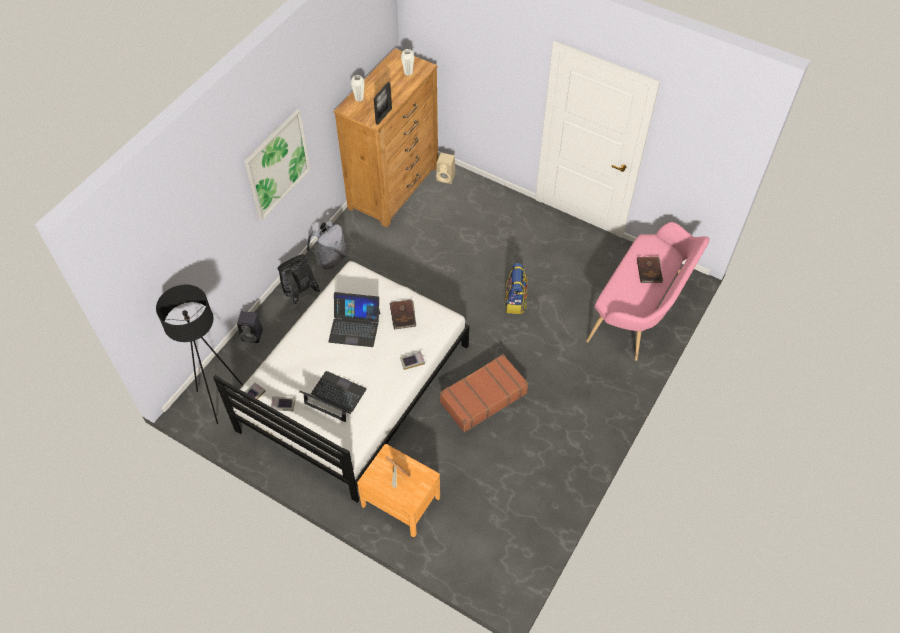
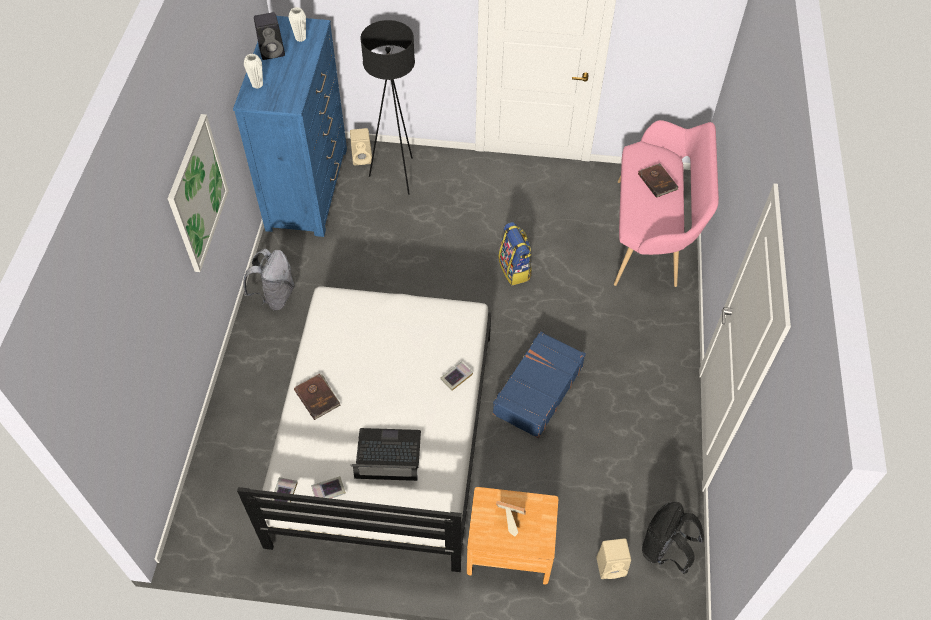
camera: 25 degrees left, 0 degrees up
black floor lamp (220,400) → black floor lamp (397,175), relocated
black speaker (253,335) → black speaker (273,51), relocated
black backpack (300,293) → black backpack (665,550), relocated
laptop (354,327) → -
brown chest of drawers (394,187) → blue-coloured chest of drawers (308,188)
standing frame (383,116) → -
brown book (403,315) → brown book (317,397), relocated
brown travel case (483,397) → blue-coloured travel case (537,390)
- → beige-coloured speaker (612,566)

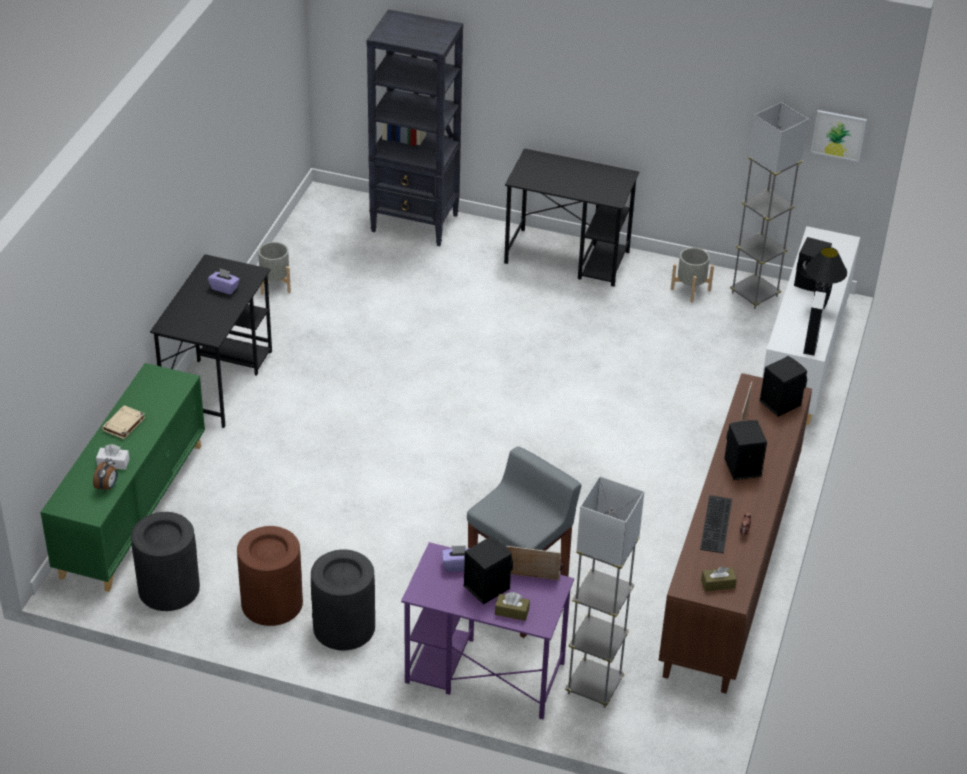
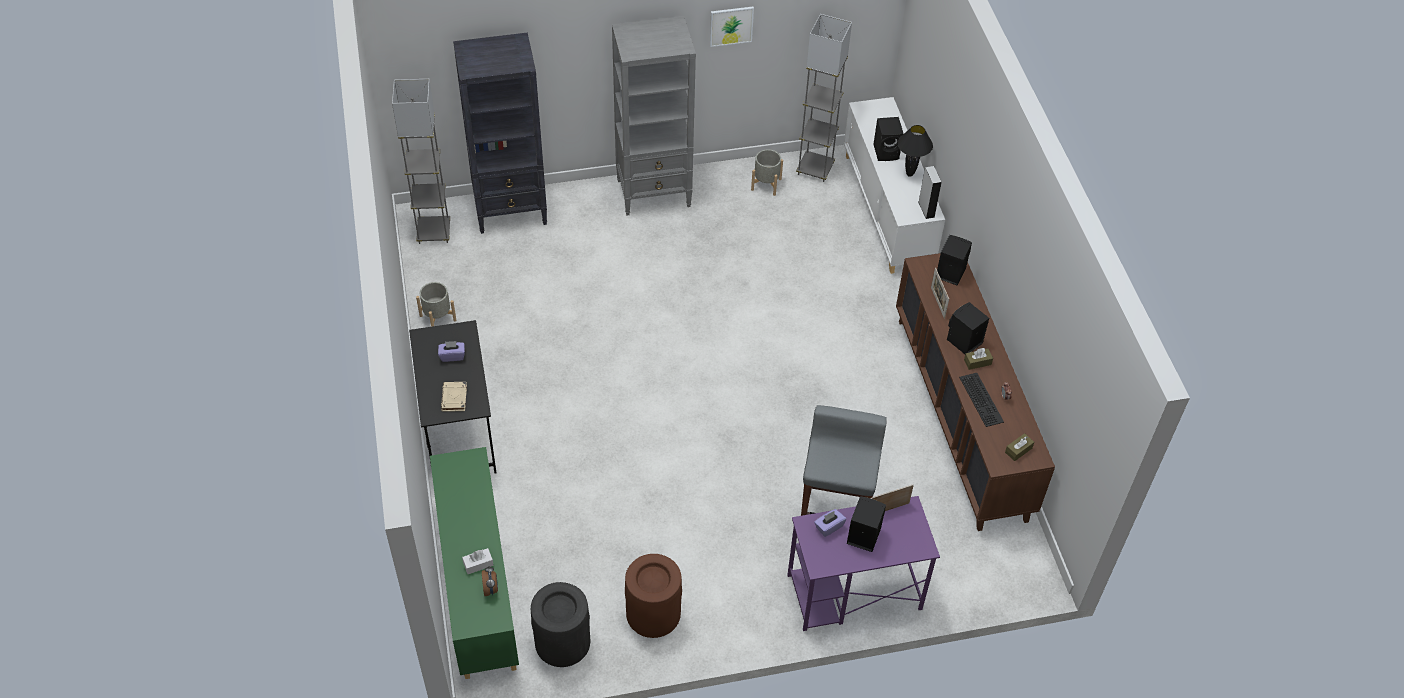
camera: 30 degrees left, 10 degrees up
beige-coloured book (123,425) → beige-coloured book (454,398), relocated
black waste bin (344,627) → -
brown box of tissues (512,611) → brown box of tissues (977,362), relocated
black desk (568,257) → gray shelving unit (654,193)
gray floor lamp (594,686) → gray floor lamp (434,232), relocated
wall picture (838,135) → wall picture (731,26), relocated

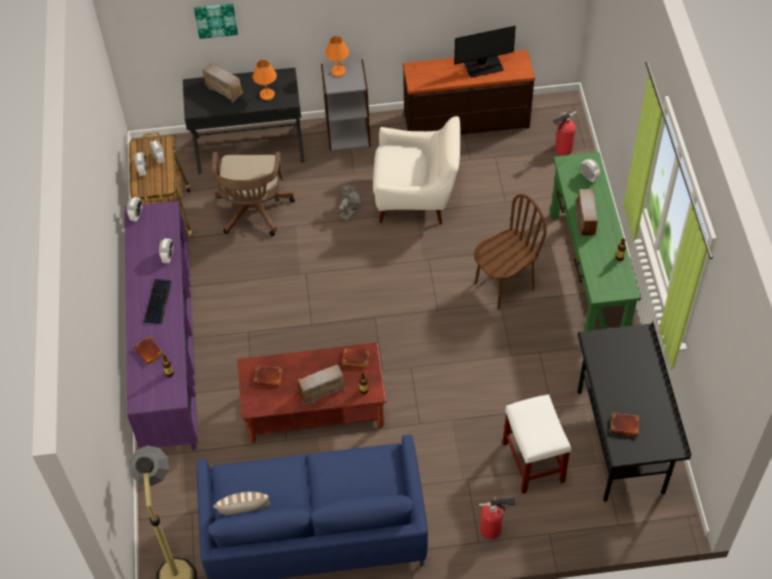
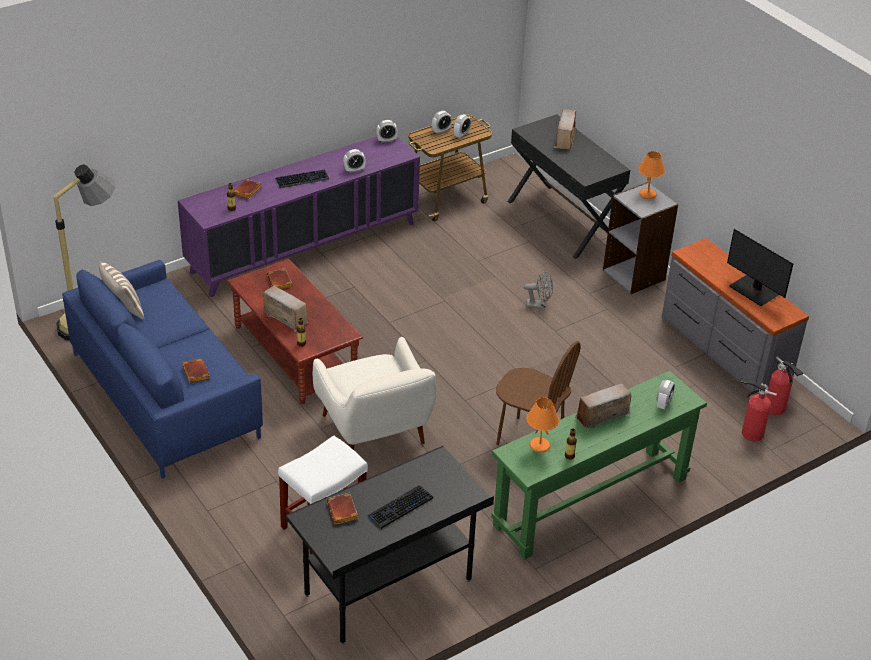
camera: 60 degrees right, 15 degrees down
wall picture (216,19) → -
brown desk chair (253,212) → -
orange-coloured lamp for a table (267,95) → orange-coloured lamp for a table (539,446), relocated
brown book (355,359) → brown book (195,373), relocated
whitish lounge chair (416,198) → whitish lounge chair (375,433), relocated
brown chest of drawers (466,121) → gray chest of drawers (723,350)
fire-fighting cylinder (493,529) → fire-fighting cylinder (776,409), relocated
- → PC keyboard (400,507)

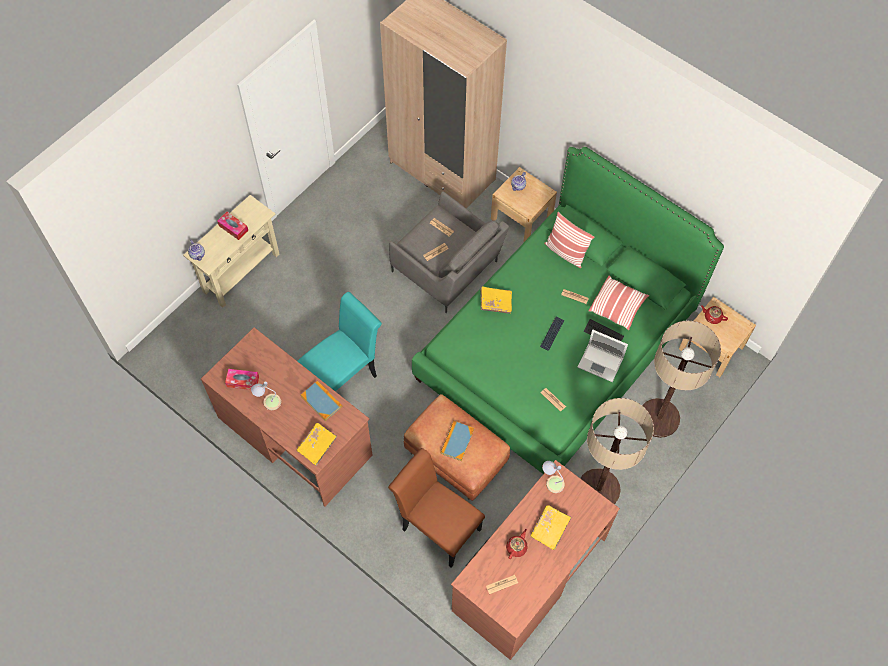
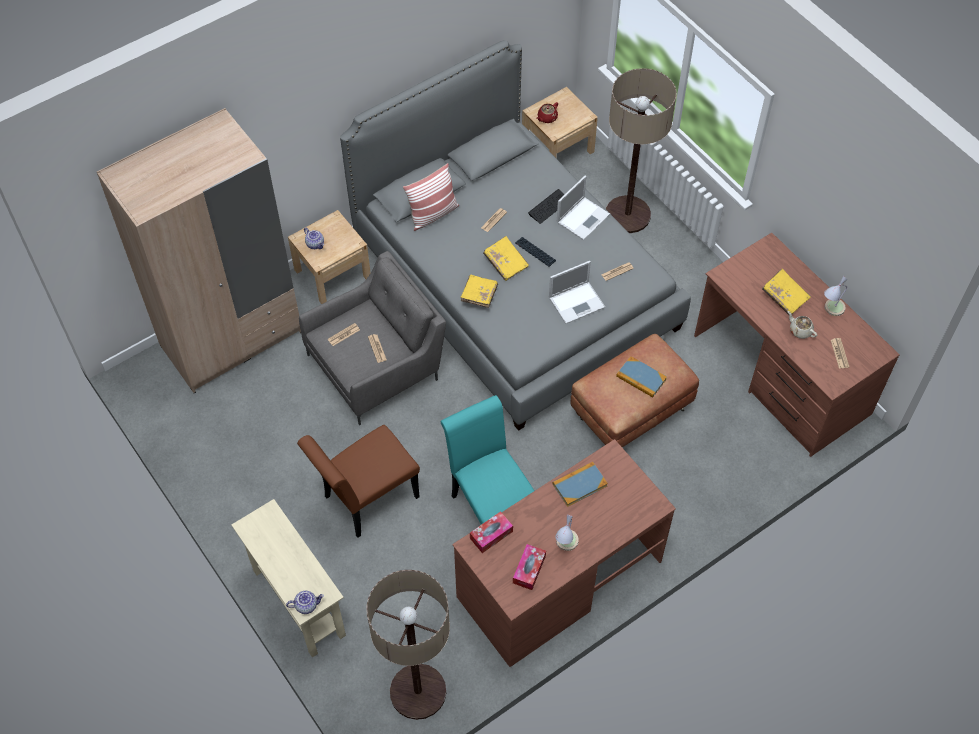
camera: 75 degrees left, 5 degrees down
box of tissues (233,228) → box of tissues (491,535), relocated
yellowish book (317,446) → yellowish book (505,263), relocated
brown plain chair (437,526) → brown plain chair (366,500), relocated
green bed (555,345) → gray bed (514,283)
red-coloured tea pot (516,547) → beige-coloured tea pot (800,330)
lamp for a table (552,481) → lamp for a table (831,309), relocated
floor lamp (598,489) → floor lamp (418,692), relocated
throw pillow (617,307) → -
- → laptop (577,302)

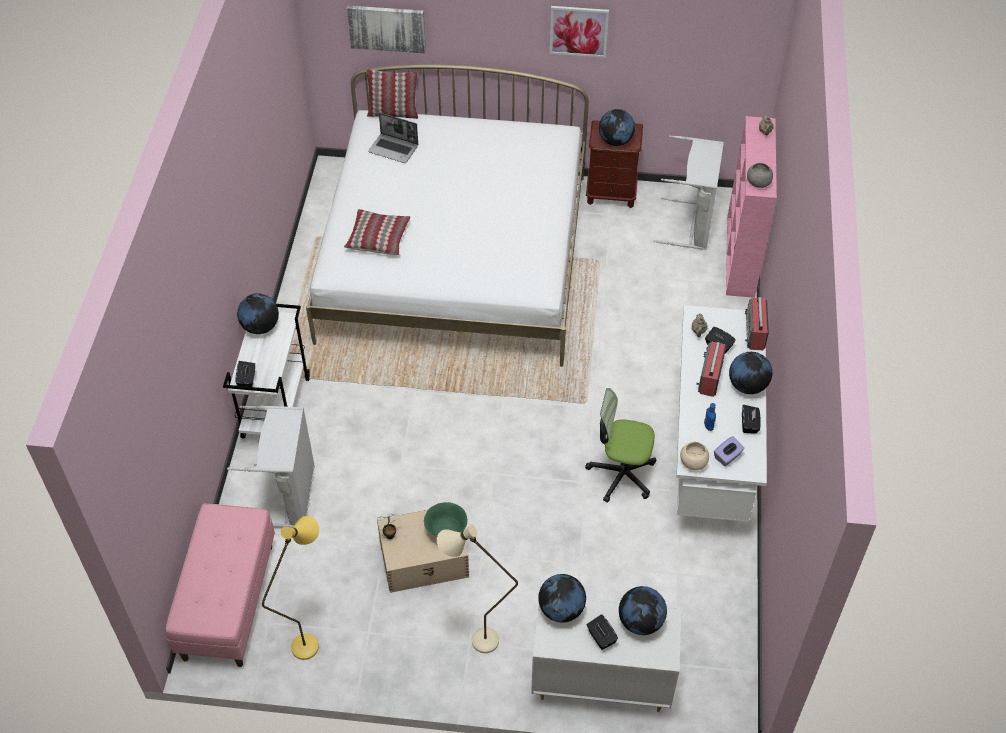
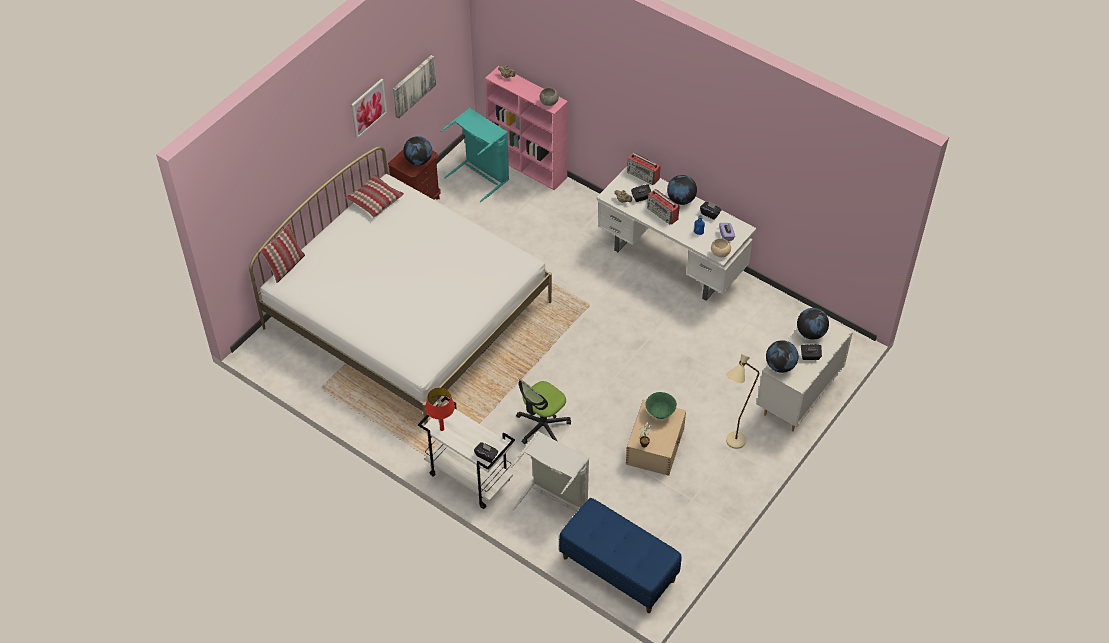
camera: 60 degrees left, 0 degrees up
pink long seat (228,601) → blue-coloured long seat (618,569)
desk globe (260,326) → red-coloured lamp for a table (442,429)
yellowish floor lamp (312,639) → -
throw pillow (378,238) → throw pillow (374,200), relocated
wall picture (387,28) → wall picture (413,85), relocated
laptop (394,149) → -
desk chair (621,474) → desk chair (542,426), relocated
gray laundry basket (692,225) → turquoise laundry basket (481,175)

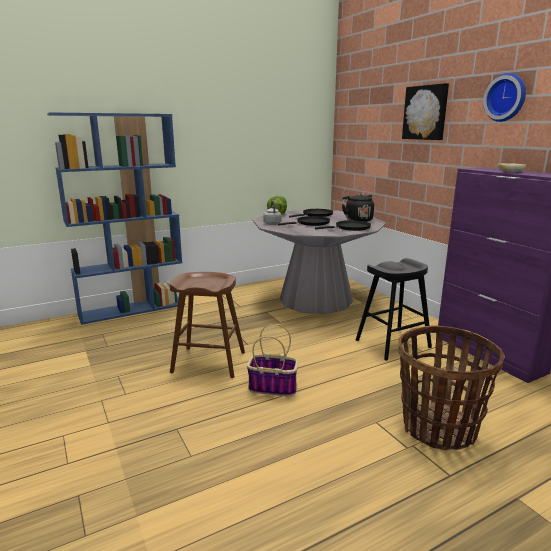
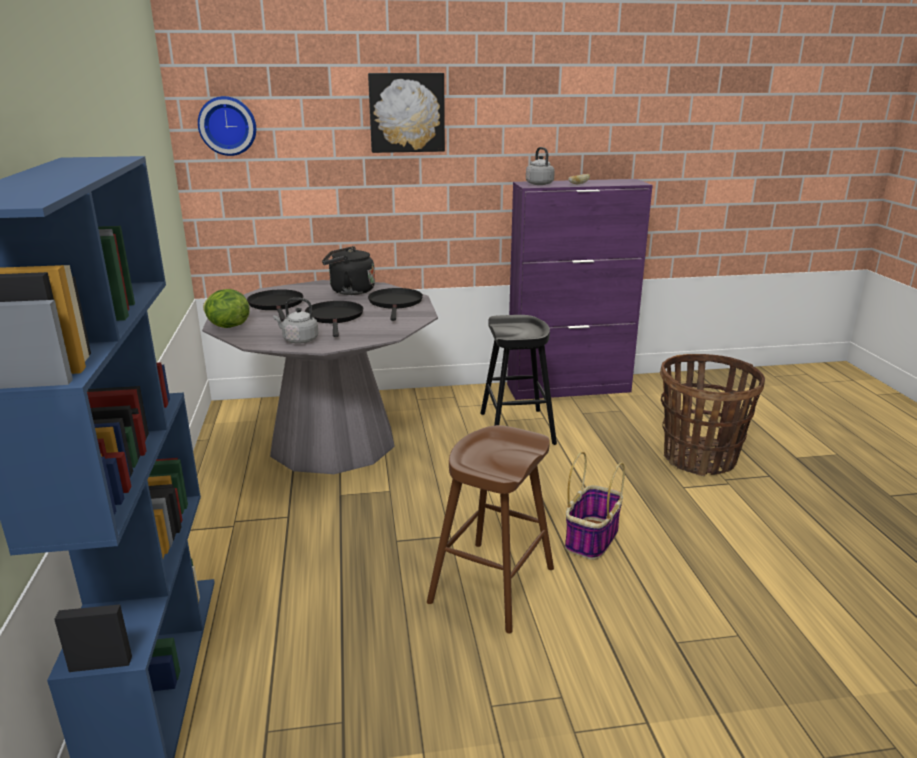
camera: 70 degrees left, 5 degrees up
hanging clock (506,97) → hanging clock (227,126), relocated
- → gray tea kettle (538,183)

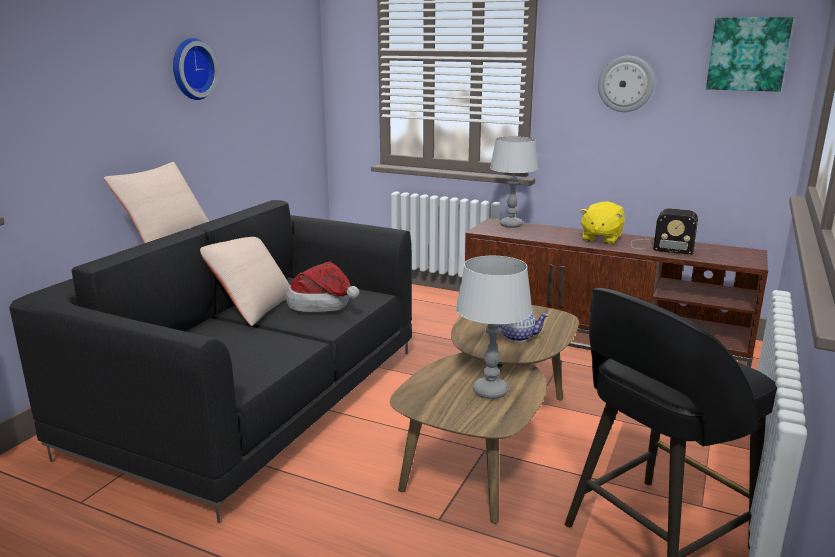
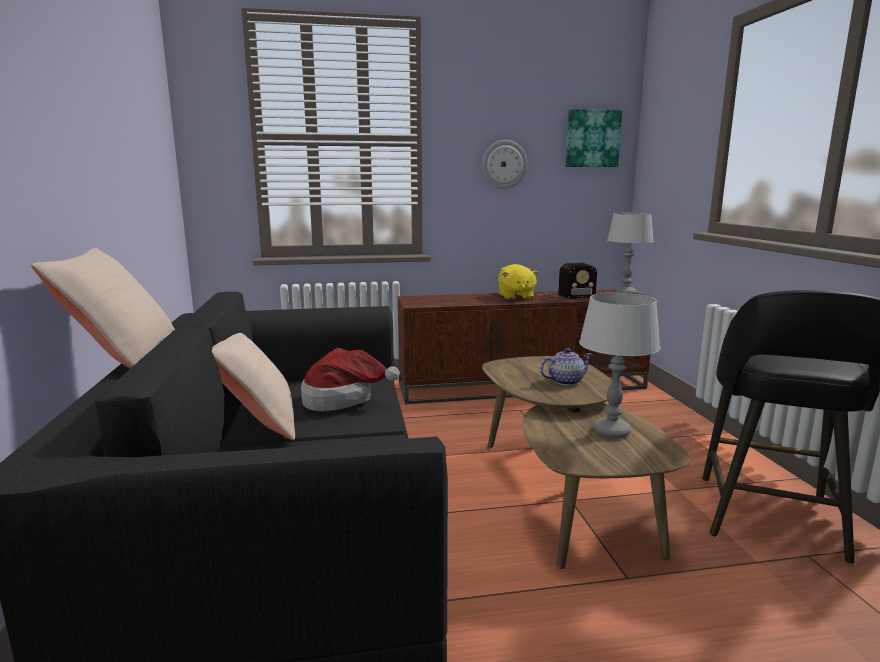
camera: 35 degrees left, 5 degrees down
hanging clock (191,69) → -
gray lamp for a table (511,225) → gray lamp for a table (625,294), relocated

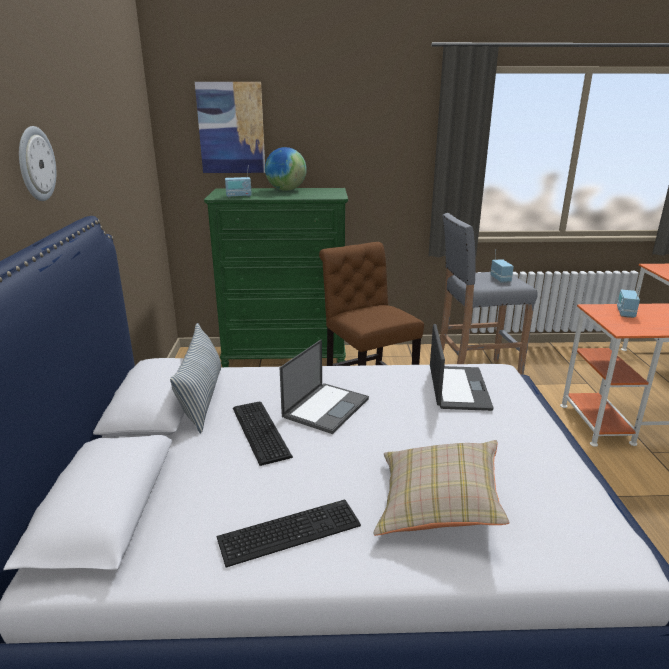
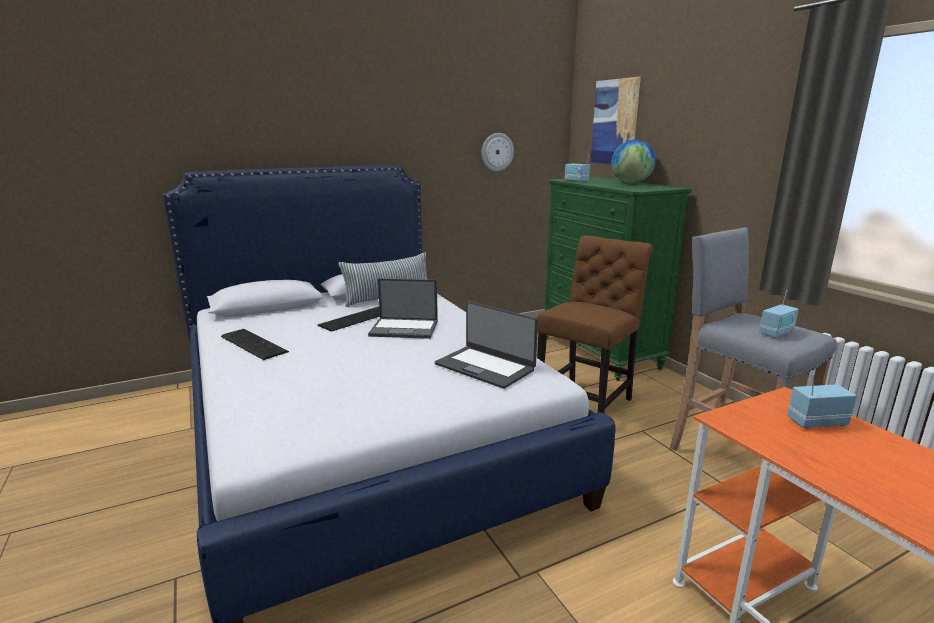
camera: 65 degrees right, 5 degrees down
hanging clock (35,164) → hanging clock (497,152), relocated
beige-coloured throw pillow (437,505) → -
laptop (457,388) → laptop (485,366), 60 degrees clockwise

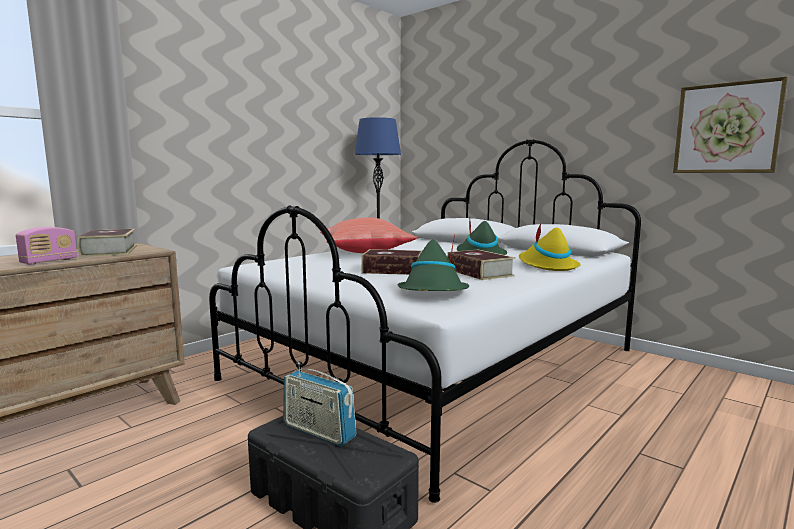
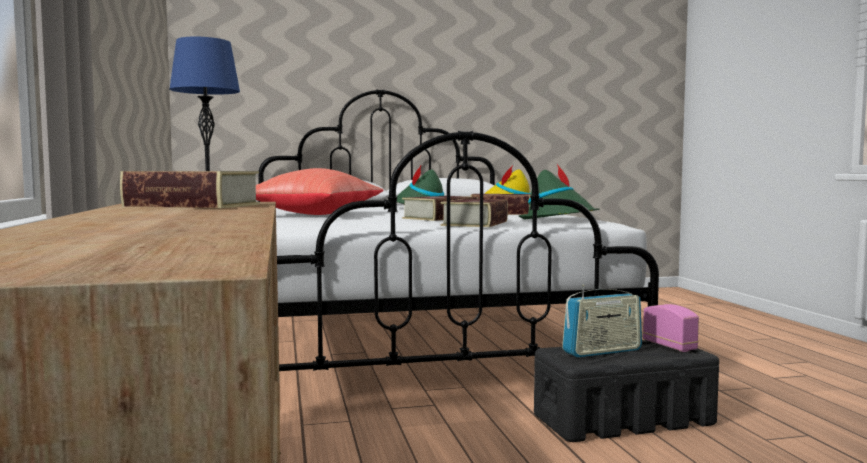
camera: 55 degrees left, 5 degrees down
radio (49,261) → radio (669,346), relocated
wall picture (726,128) → -
- → book (475,223)

